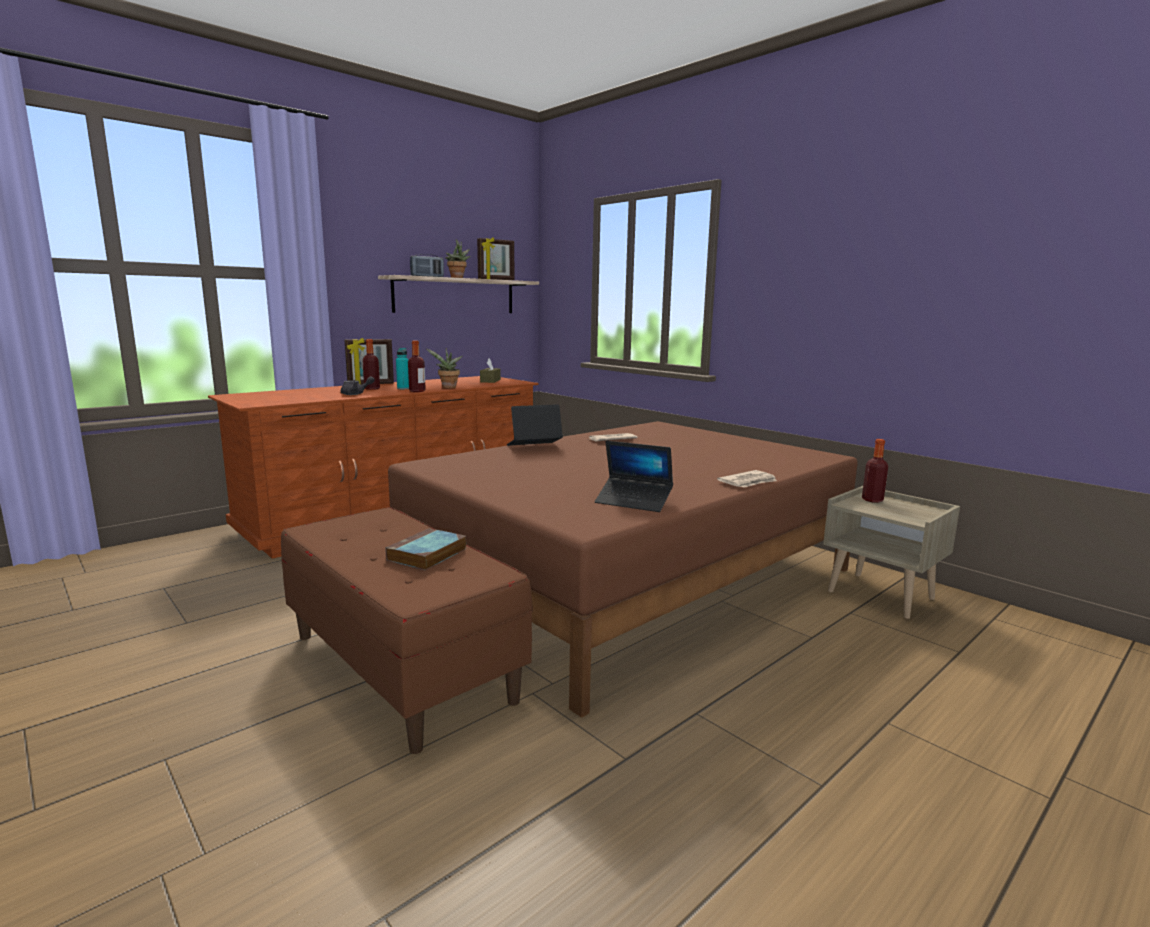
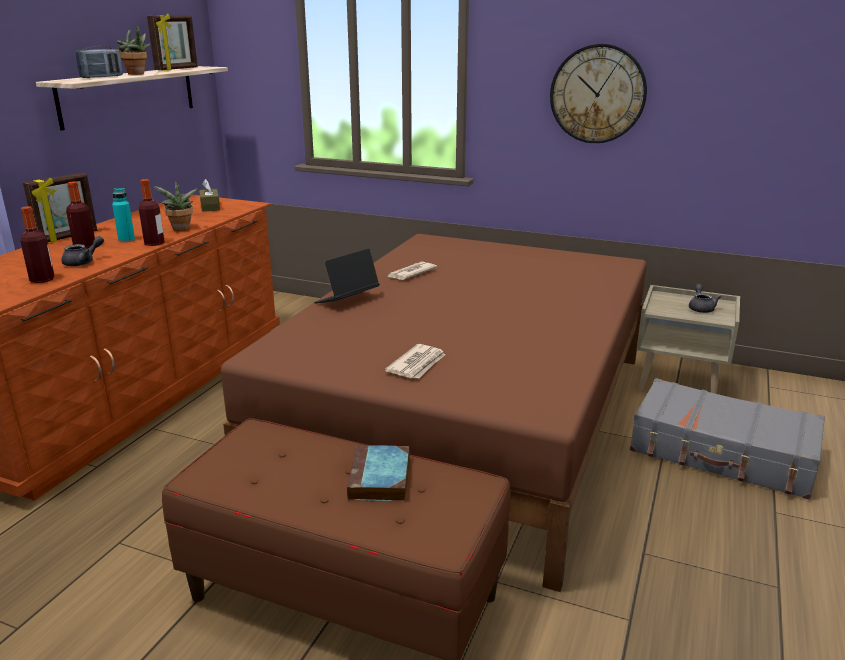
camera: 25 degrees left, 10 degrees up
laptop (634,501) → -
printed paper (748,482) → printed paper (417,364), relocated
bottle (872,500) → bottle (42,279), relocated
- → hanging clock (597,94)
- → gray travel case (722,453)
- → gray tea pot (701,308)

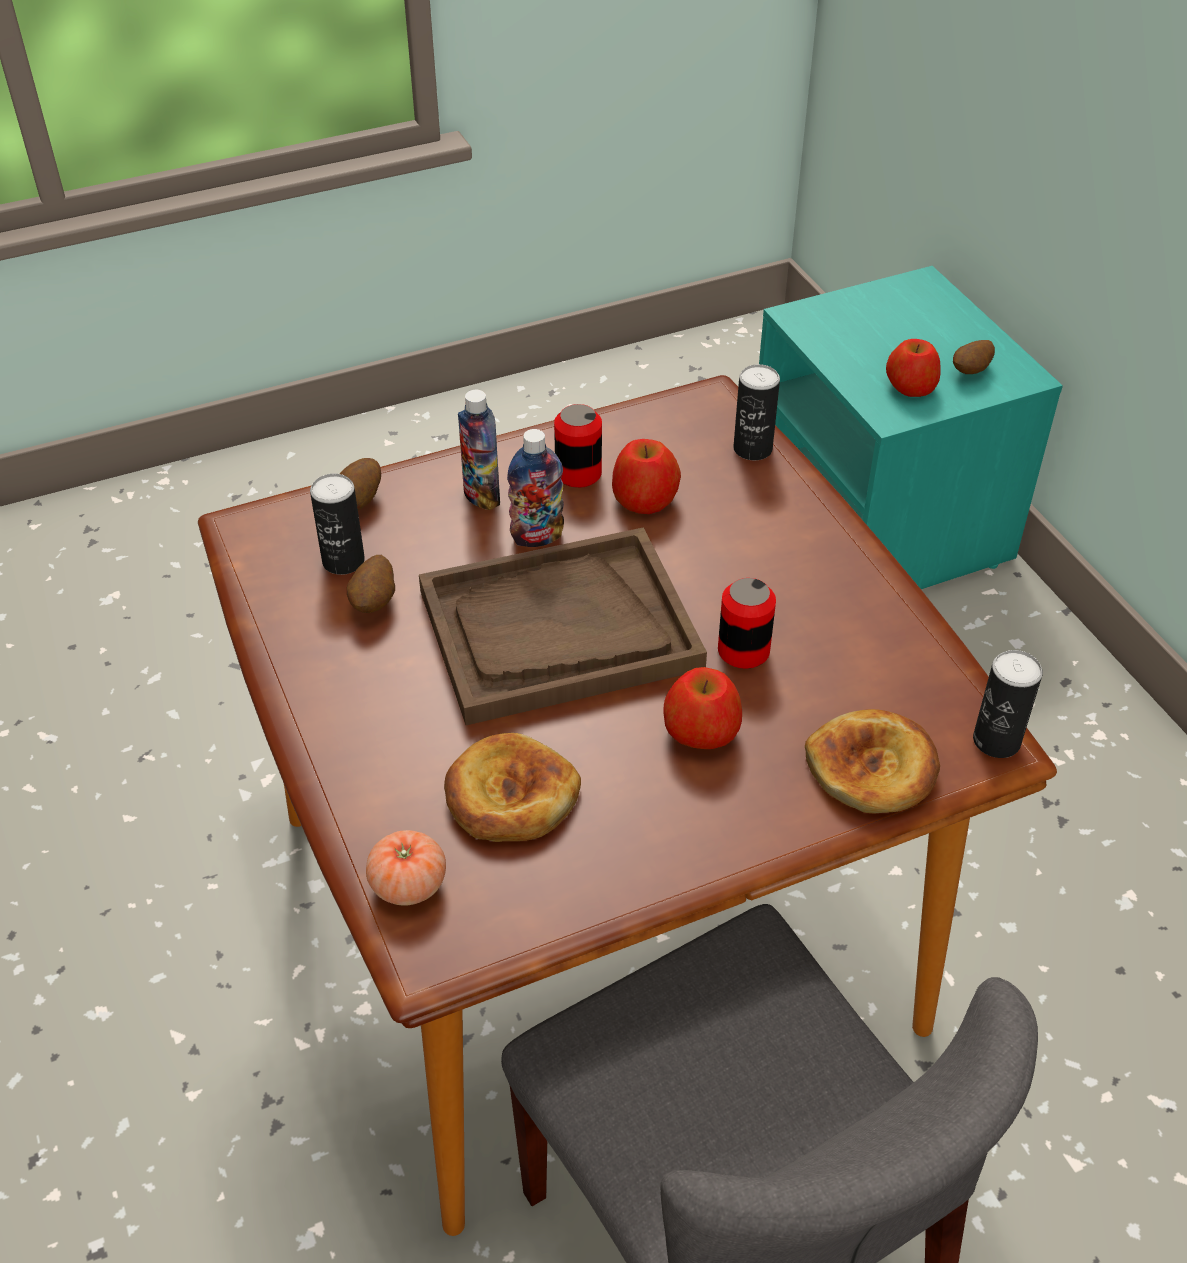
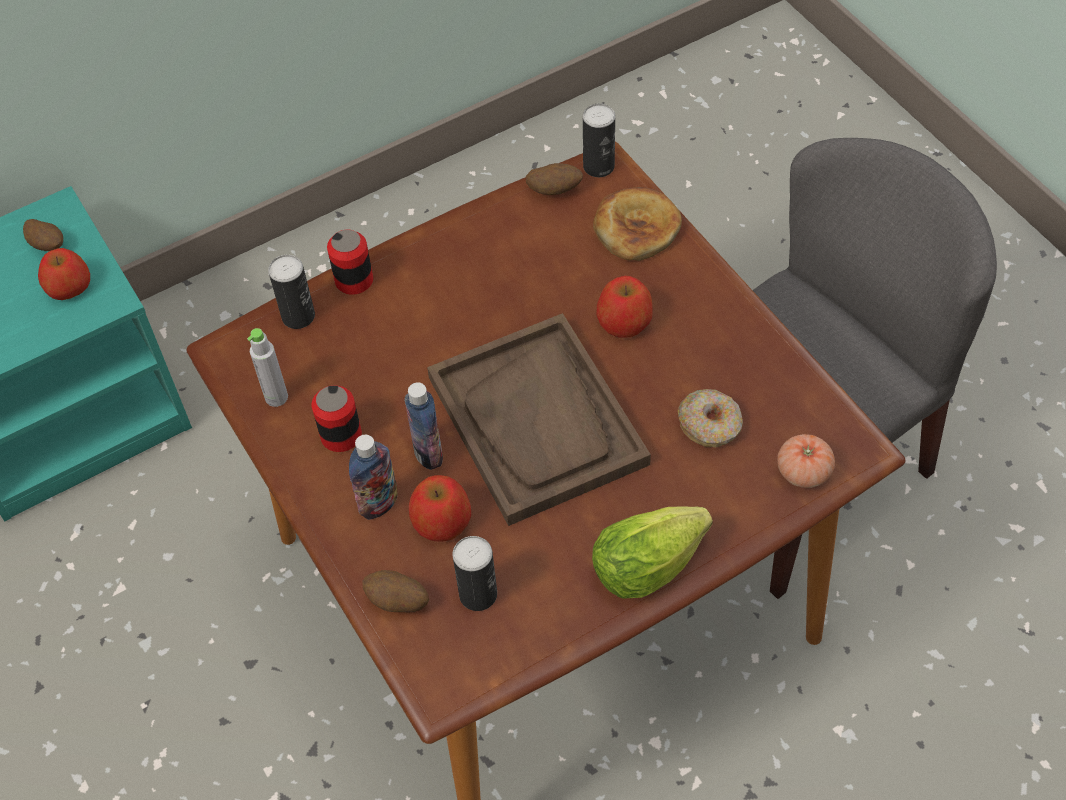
camera: 95 degrees left, 10 degrees up
spud (374,602) → spud (554,190), relocated
bakery bread (510,795) → donut (710,425)
whole apple (644,498) → whole apple (442,520), relocated
sealed can (743,651) → sealed can (354,280), relocated
- → gray bottle (276,397)
- → head of lettuce (653,562)

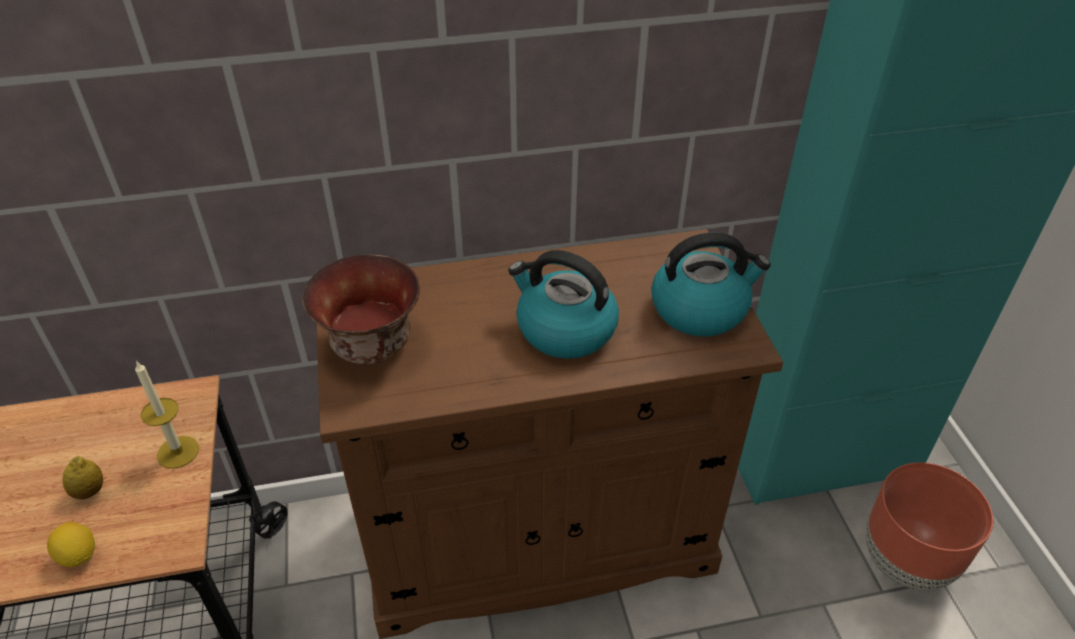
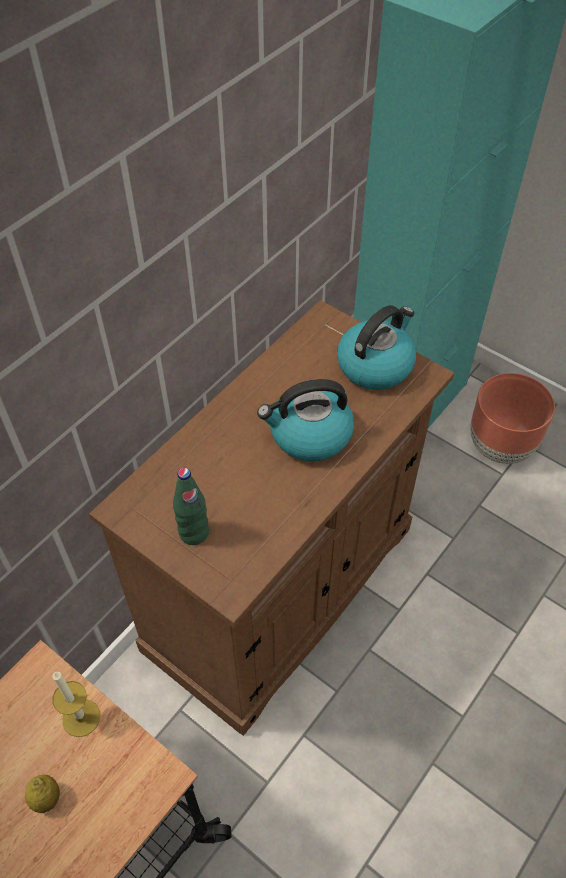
camera: 40 degrees left, 10 degrees up
lemon (79,555) → -
bowl (373,344) → green bottle (194,533)

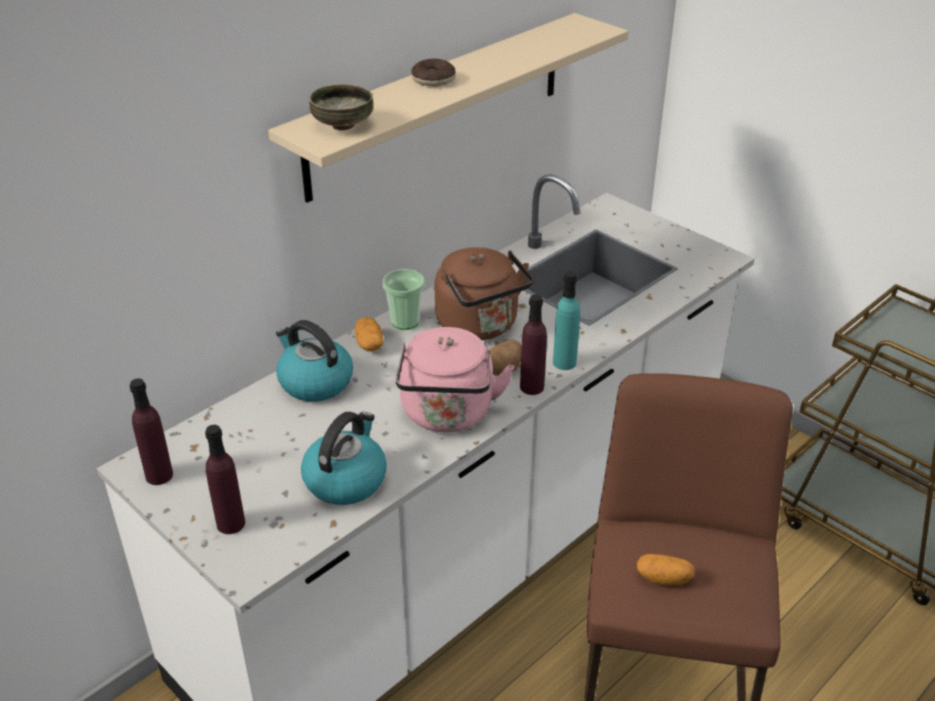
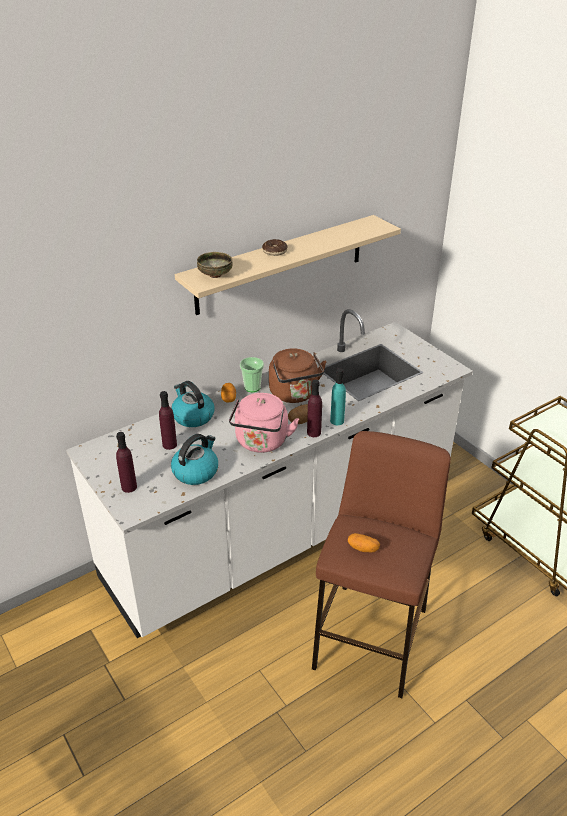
camera: 10 degrees right, 0 degrees up
purple-coloured bottle (159,475) → purple-coloured bottle (169,444), relocated

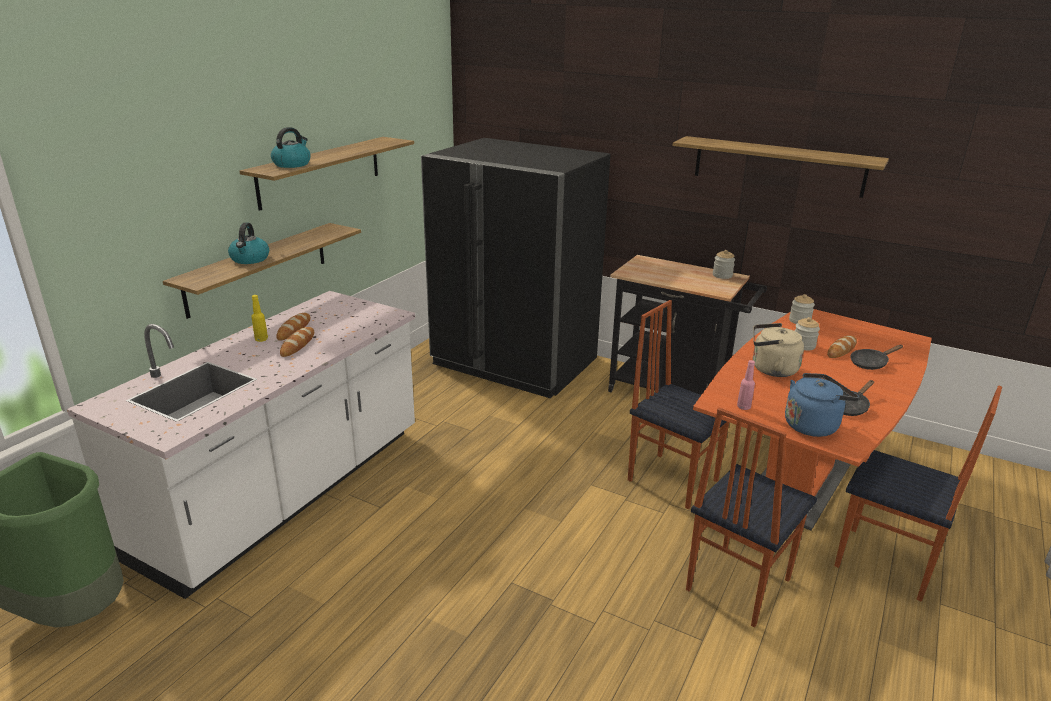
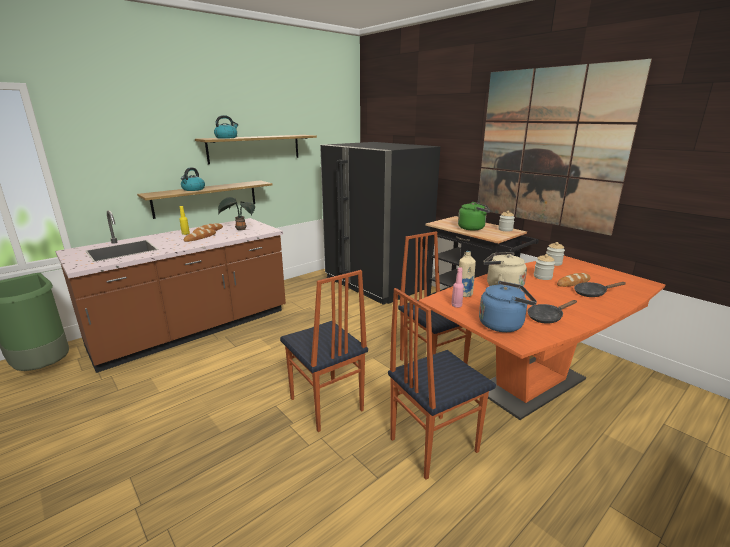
camera: 20 degrees right, 5 degrees down
whitish kitchen base unit (286,492) → brown kitchen base unit (193,329)
wall shelf (778,166) → wall picture (548,148)
plain chair (885,564) → plain chair (325,405), relocated
- → potted plant (239,229)
- → green tea kettle (473,228)
- → beige-coloured bottle (464,294)

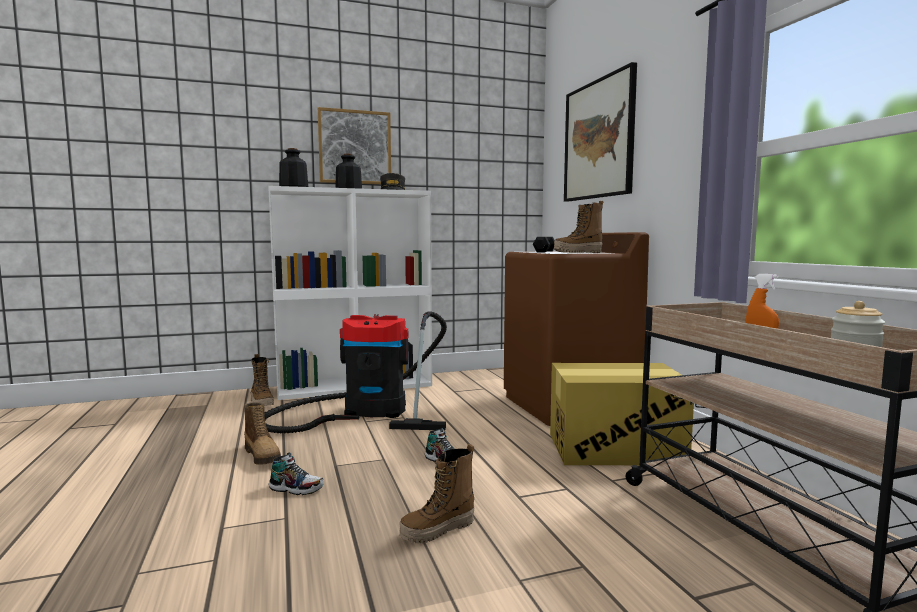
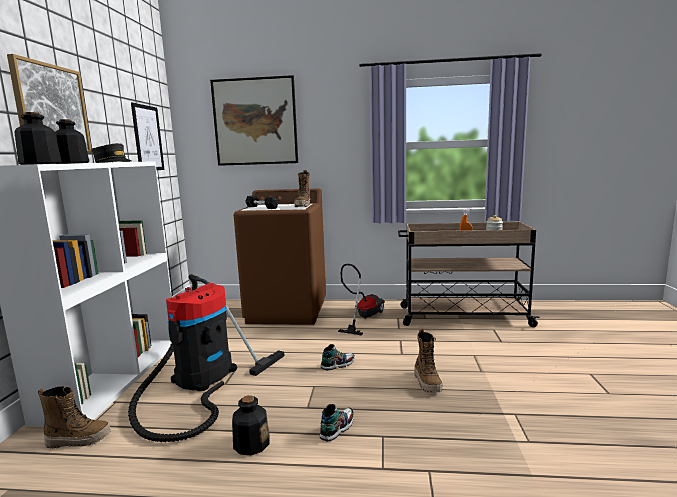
camera: 65 degrees left, 5 degrees up
high-top boot (263,456) → bottle (251,443)
cardboard box (615,448) → vacuum cleaner (363,317)
- → wall picture (148,138)

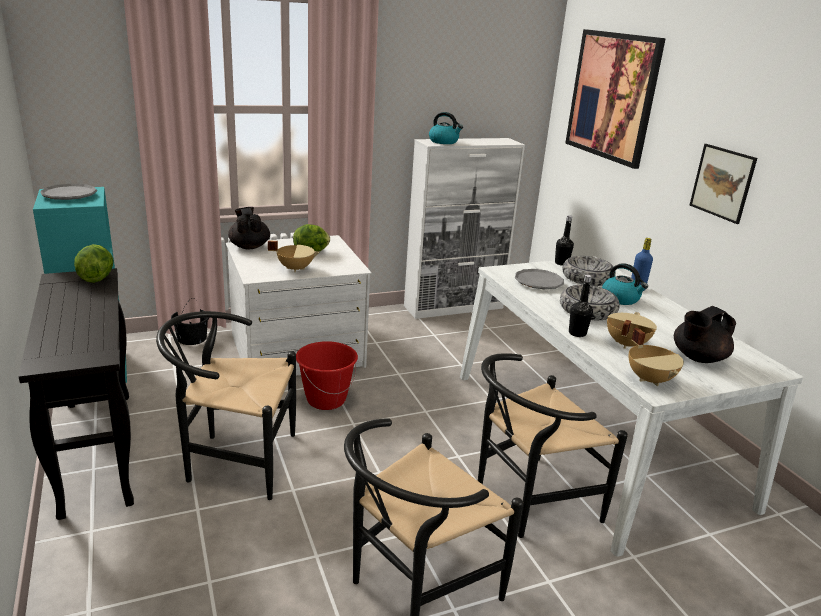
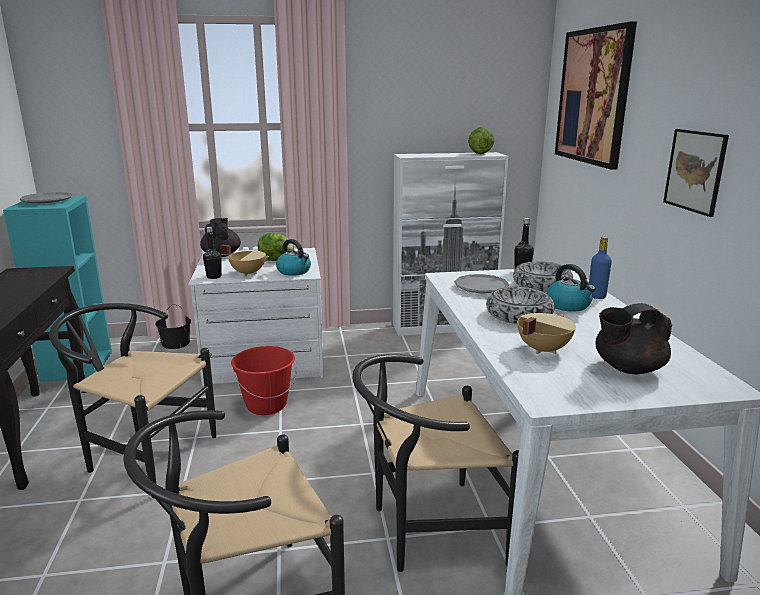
camera: 15 degrees right, 5 degrees down
head of lettuce (96,278) → head of lettuce (479,154), relocated
tea kettle (444,142) → tea kettle (294,271), relocated
black bottle (577,333) → black bottle (214,277), relocated
beige-coloured saucepot (650,379) → -

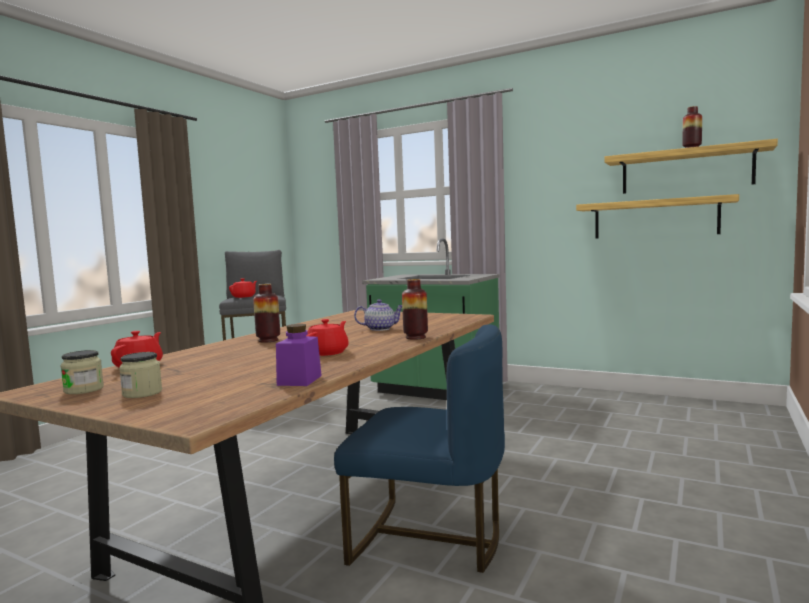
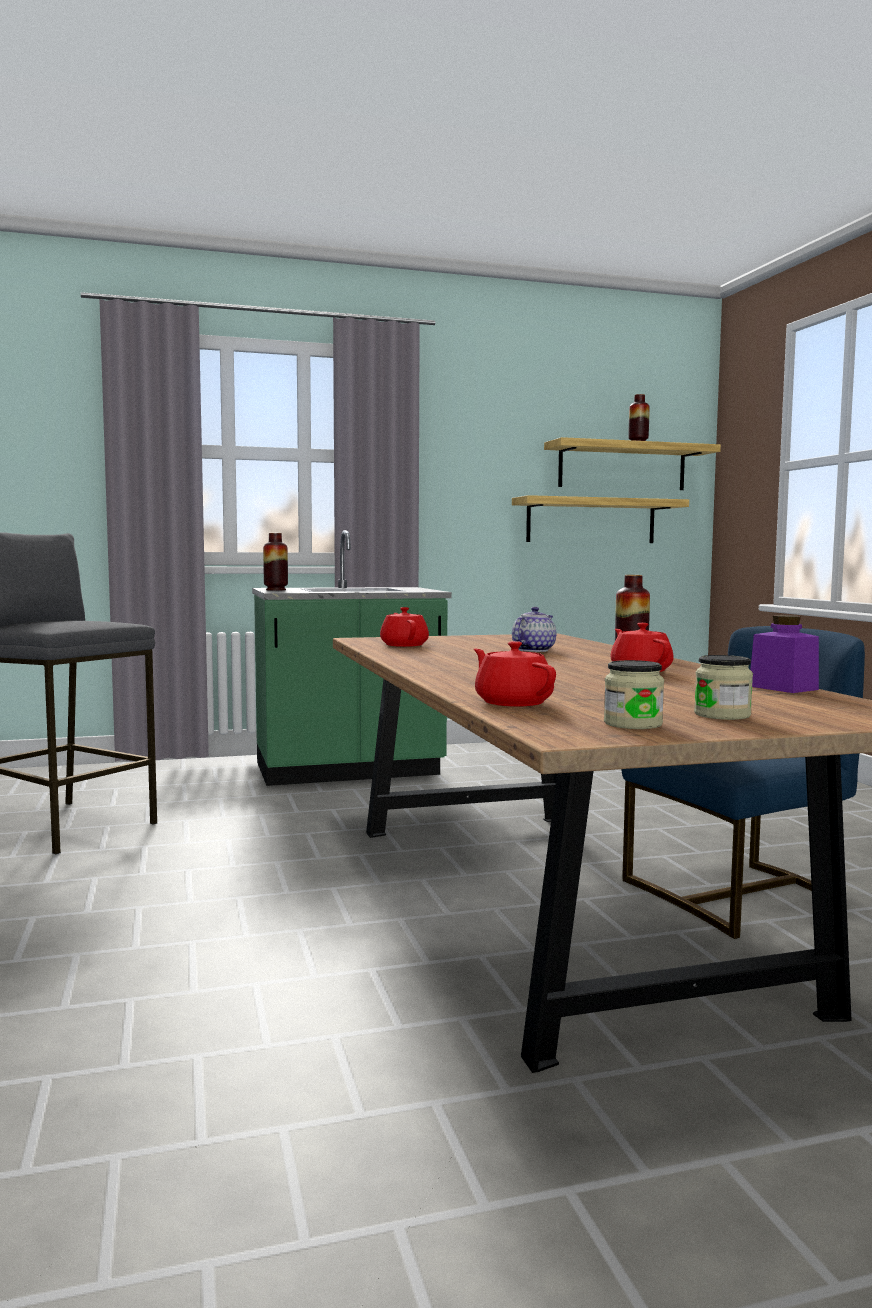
camera: 45 degrees left, 0 degrees up
red-coloured tea pot (244,297) → red-coloured tea pot (404,645), relocated
vase (268,340) → vase (276,590), relocated

